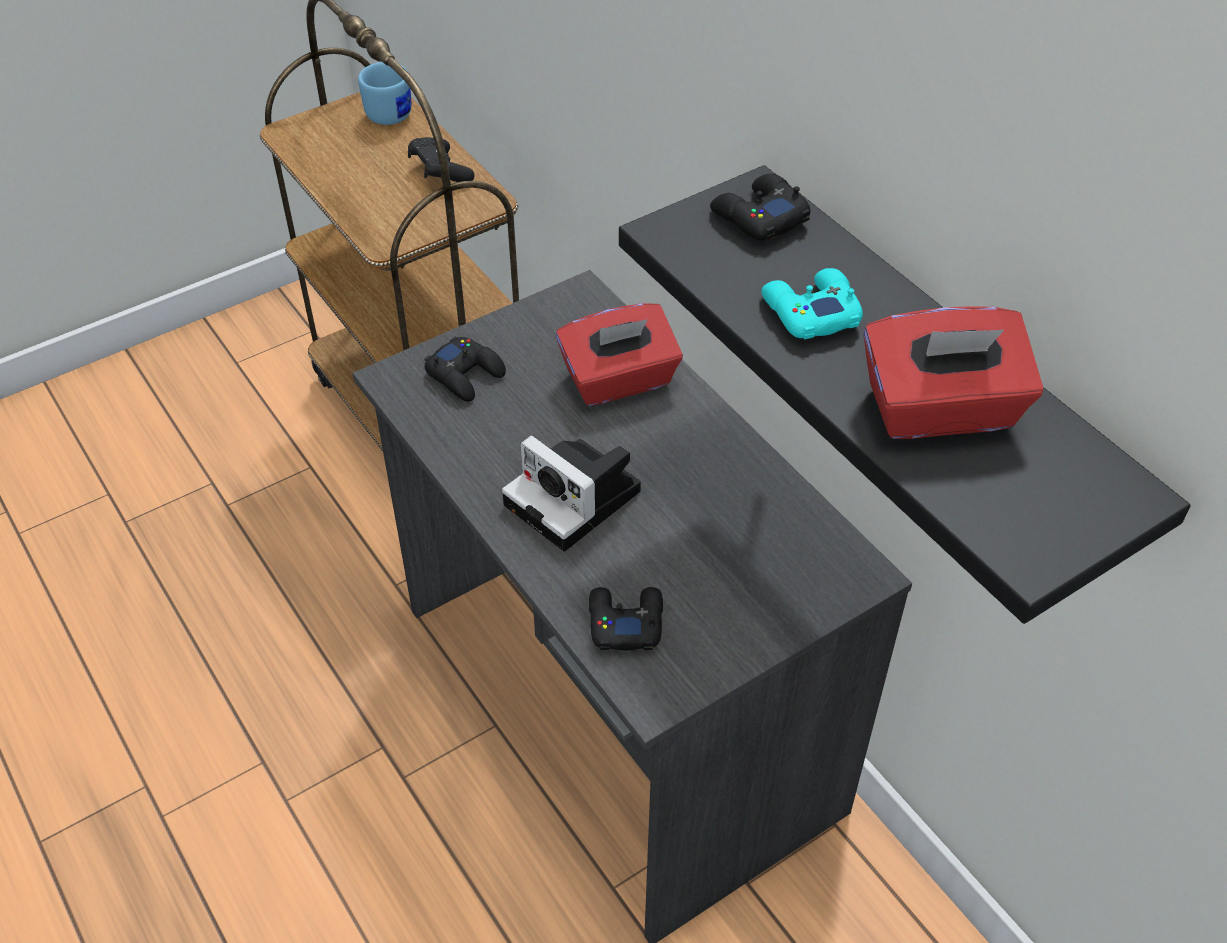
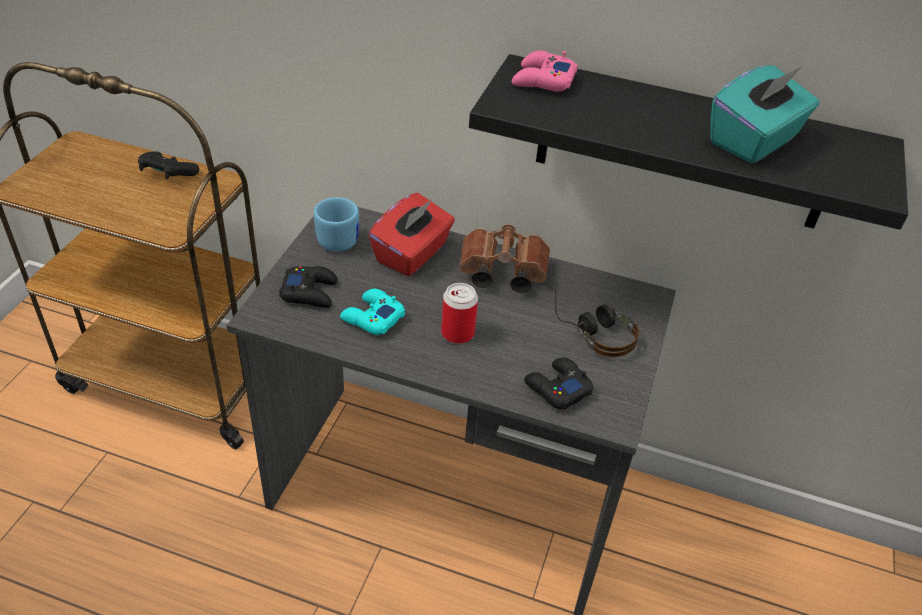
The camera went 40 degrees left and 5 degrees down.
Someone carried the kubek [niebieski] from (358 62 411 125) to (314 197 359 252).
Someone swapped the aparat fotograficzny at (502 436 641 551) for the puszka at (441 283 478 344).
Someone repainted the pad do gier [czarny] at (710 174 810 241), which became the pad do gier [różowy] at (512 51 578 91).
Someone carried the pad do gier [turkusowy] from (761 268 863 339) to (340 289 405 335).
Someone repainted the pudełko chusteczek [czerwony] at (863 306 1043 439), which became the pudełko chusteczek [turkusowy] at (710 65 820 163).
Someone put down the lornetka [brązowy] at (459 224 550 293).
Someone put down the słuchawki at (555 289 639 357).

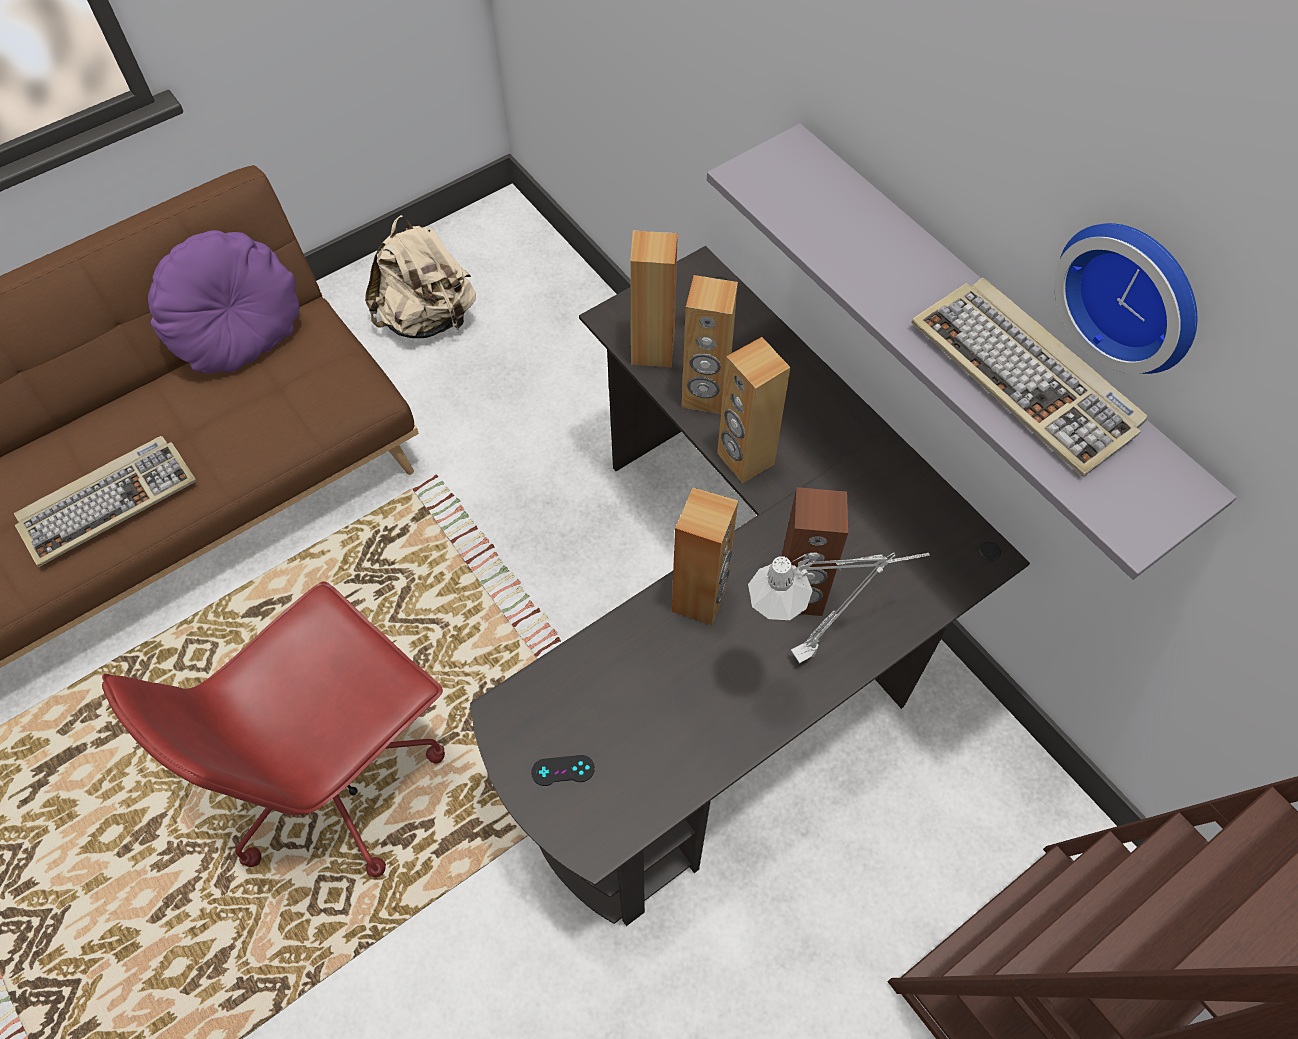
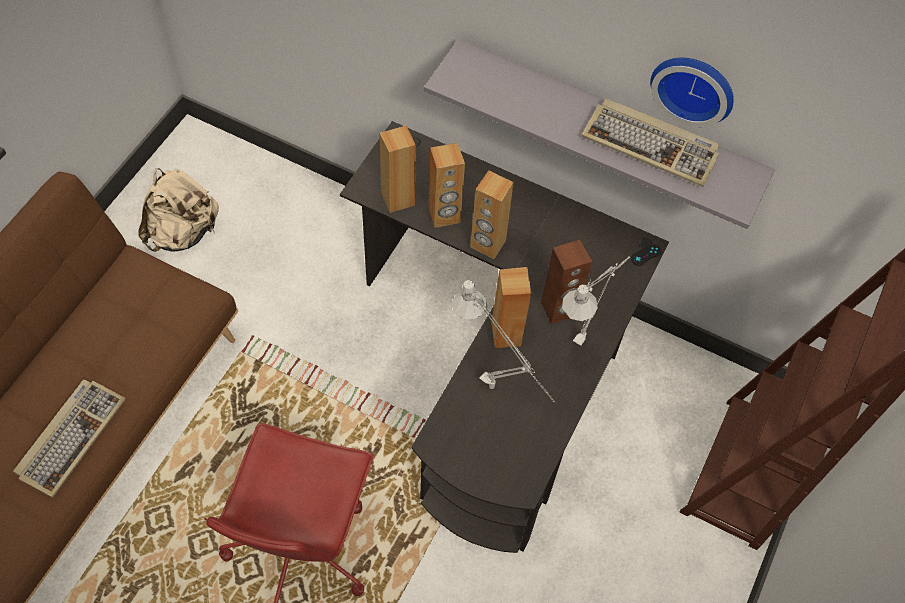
The camera went 30 degrees left and 0 degrees up.
Someone took away the poduszka [fioletowy] at (148 230 299 373).
Someone carried the pad do gier [czarny] from (531 755 595 786) to (631 244 661 266).
Someone put down the lampa stołowa [szary] at (451 280 555 402).

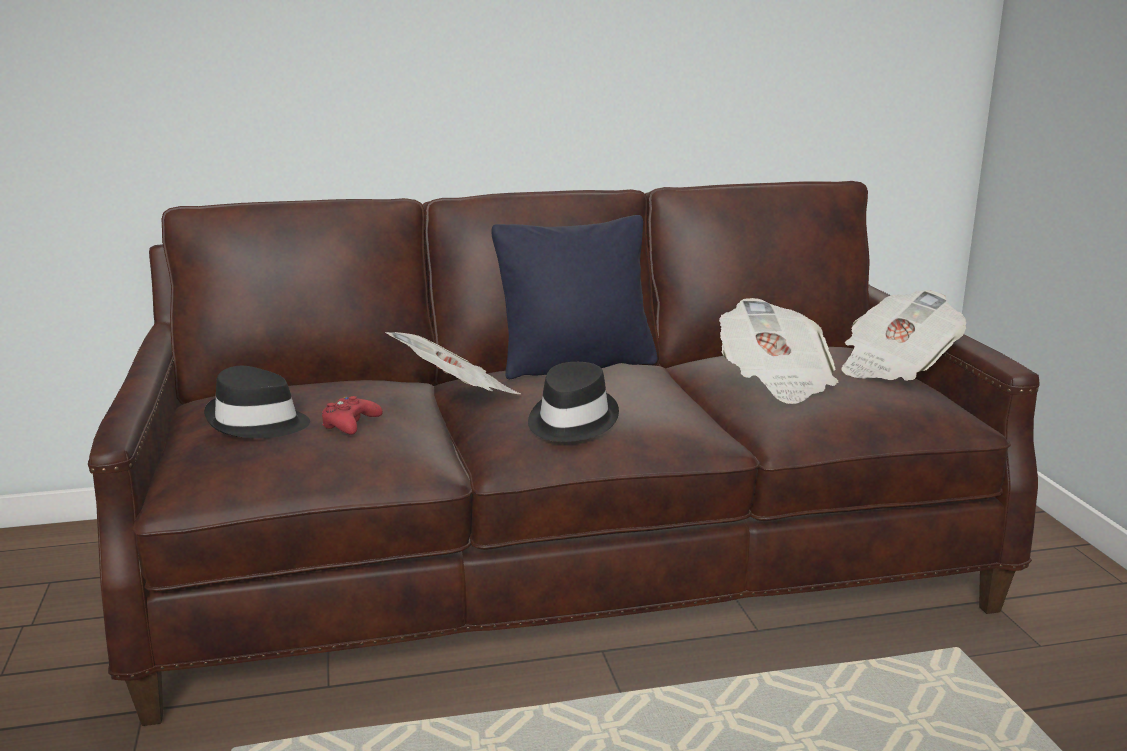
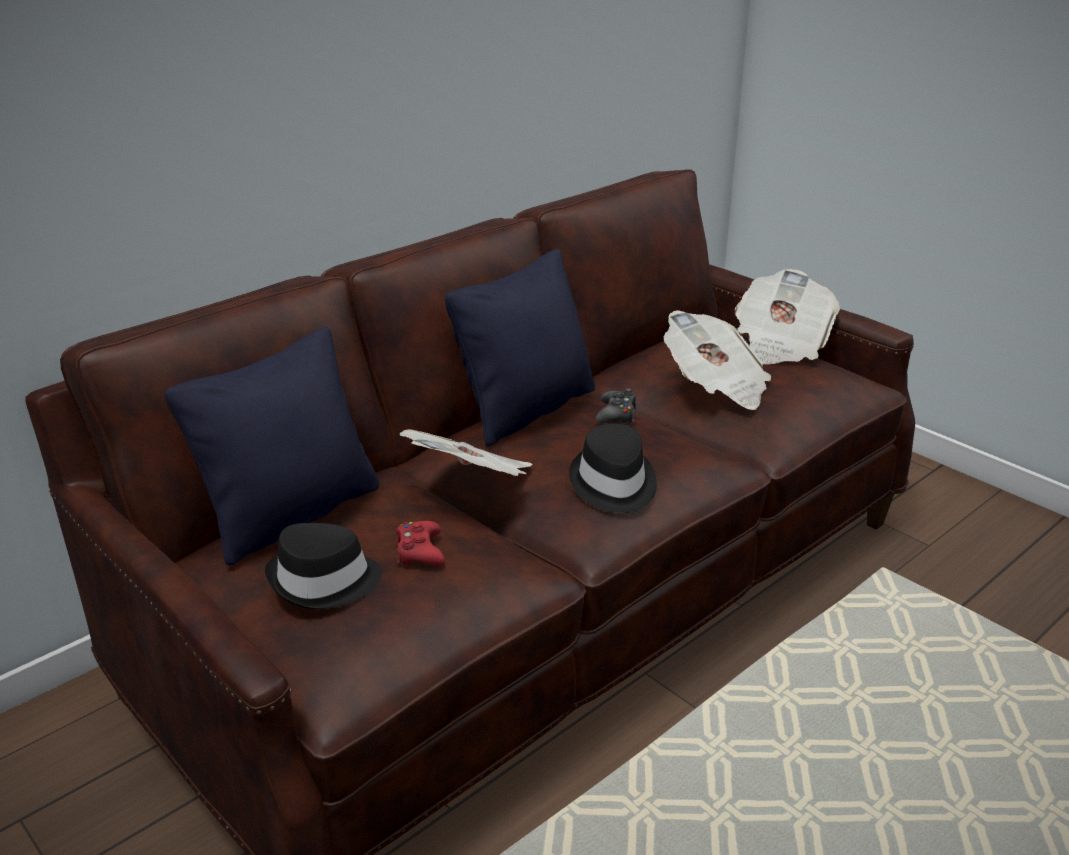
The camera went 30 degrees left and 10 degrees up.
Someone put down the poduszka [czarny] at (165 327 379 566).
Someone put down the pad do gier [czarny] at (595 388 637 424).

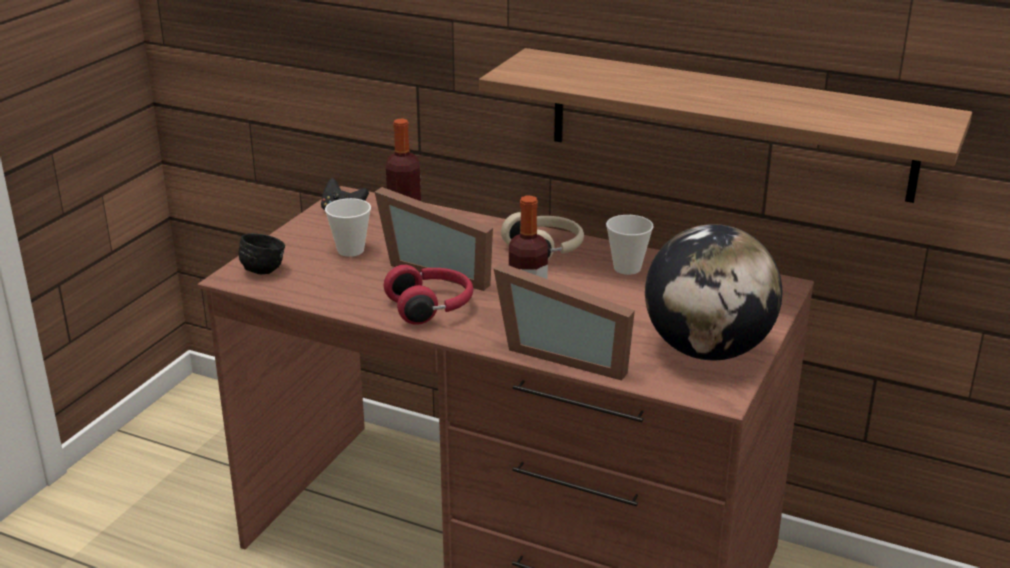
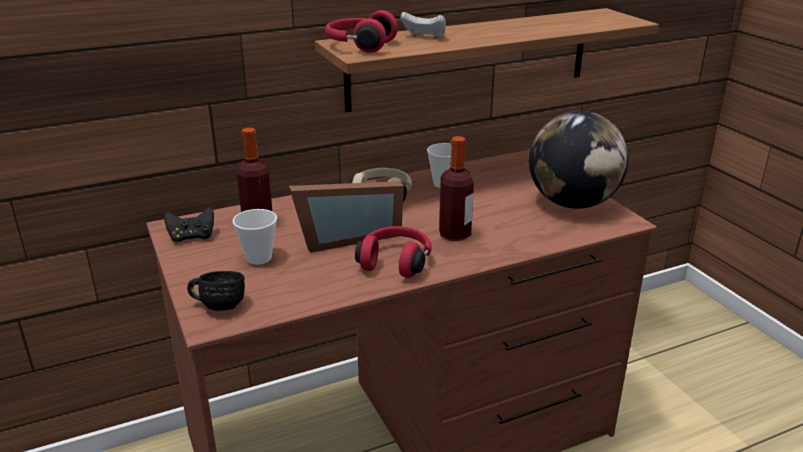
The camera went 50 degrees left and 0 degrees up.
Someone took away the ramka na zdjęcie at (494 263 635 381).
Someone put down the słuchawki [czerwony] at (325 10 398 53).
Someone put down the pad do gier [biały] at (400 12 446 38).

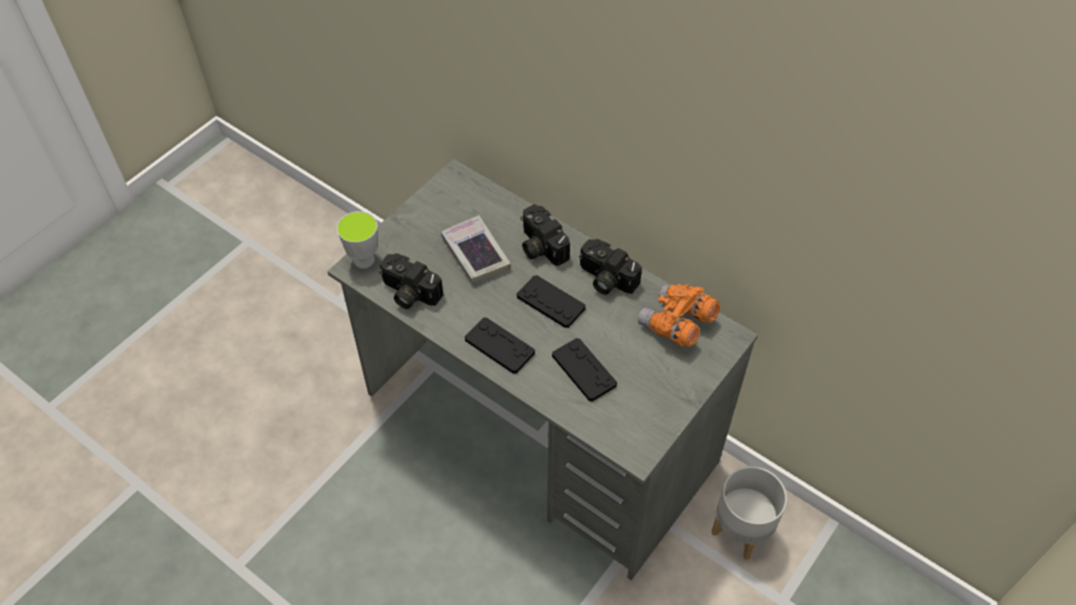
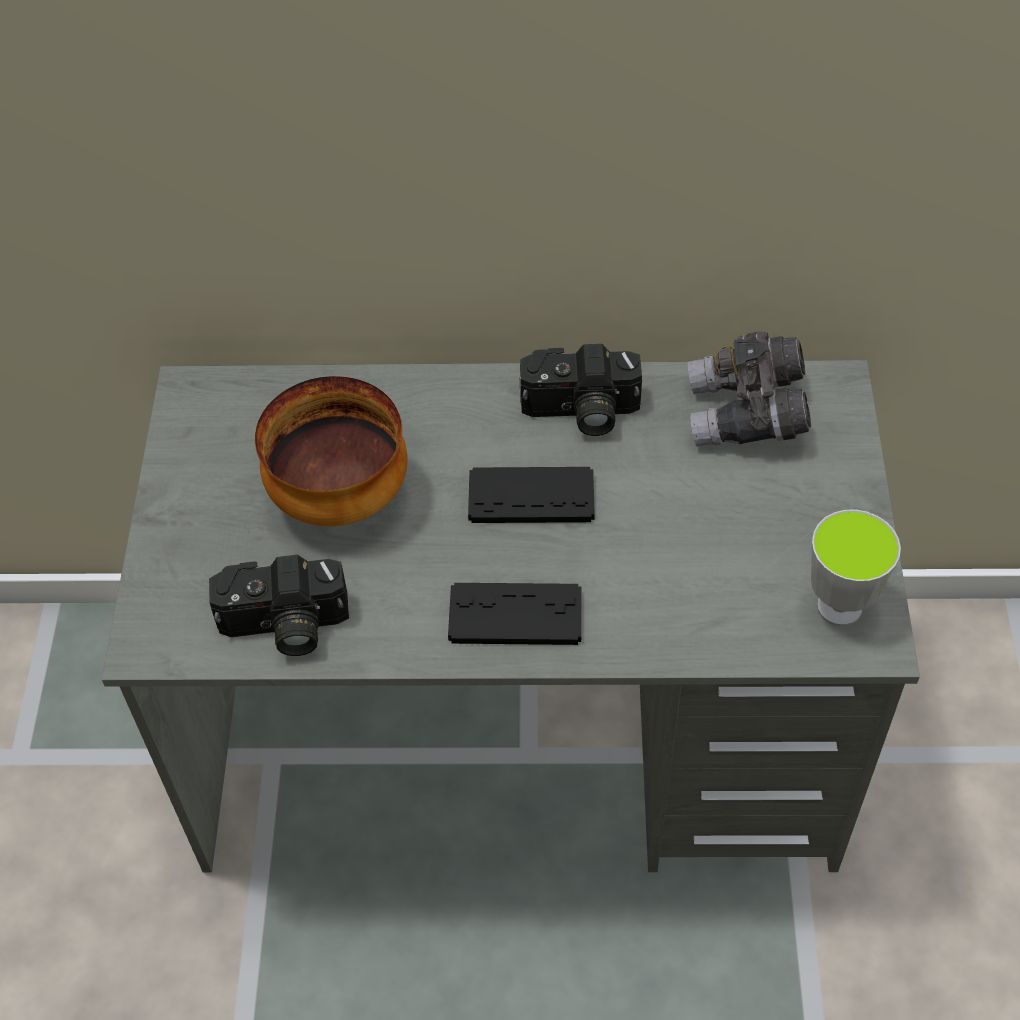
The camera went 35 degrees left and 0 degrees up.
Someone carried the filiżanka from (337 211 378 269) to (811 509 901 626).
Someone swapped the książka at (441 215 511 283) for the miska at (255 376 408 526).
Someone took away the aparat fotograficzny at (521 204 570 266).
Someone took away the pad do gier [czarny] at (552 338 617 401).
Someone repainted the lornetka [pomarańczowy] at (638 284 720 347), which became the lornetka [szary] at (688 331 811 447).
Someone took away the donica [szary] at (712 466 787 560).

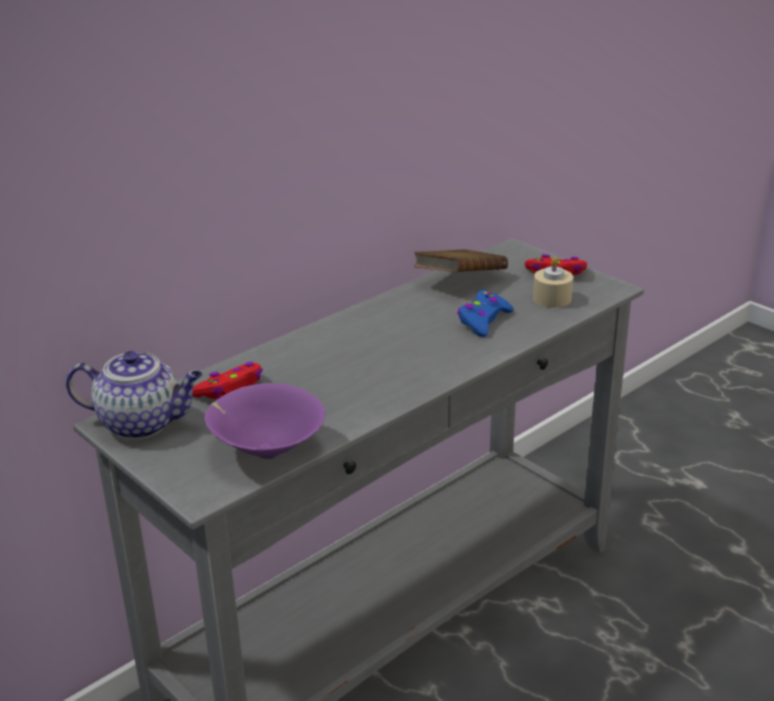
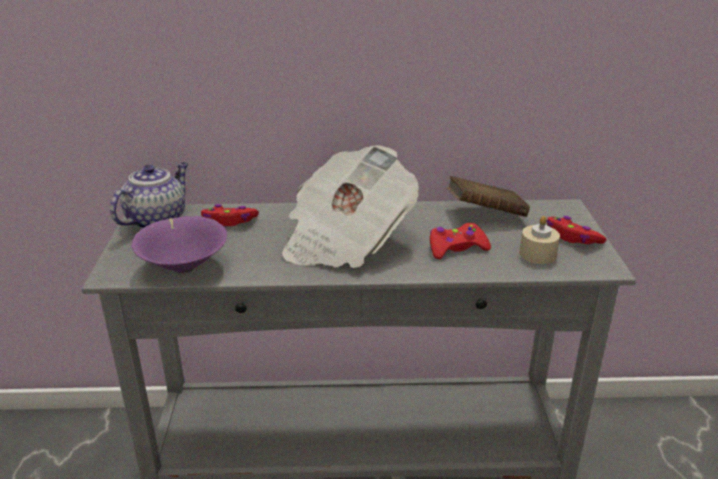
The camera went 40 degrees right and 0 degrees up.
Someone rotated the imbryk at (66 351 203 439) by 105 degrees counterclockwise.
Someone repainted the pad do gier [niebieski] at (457 290 514 337), which became the pad do gier [czerwony] at (430 223 491 259).
Someone put down the gazeta at (282 145 419 268).

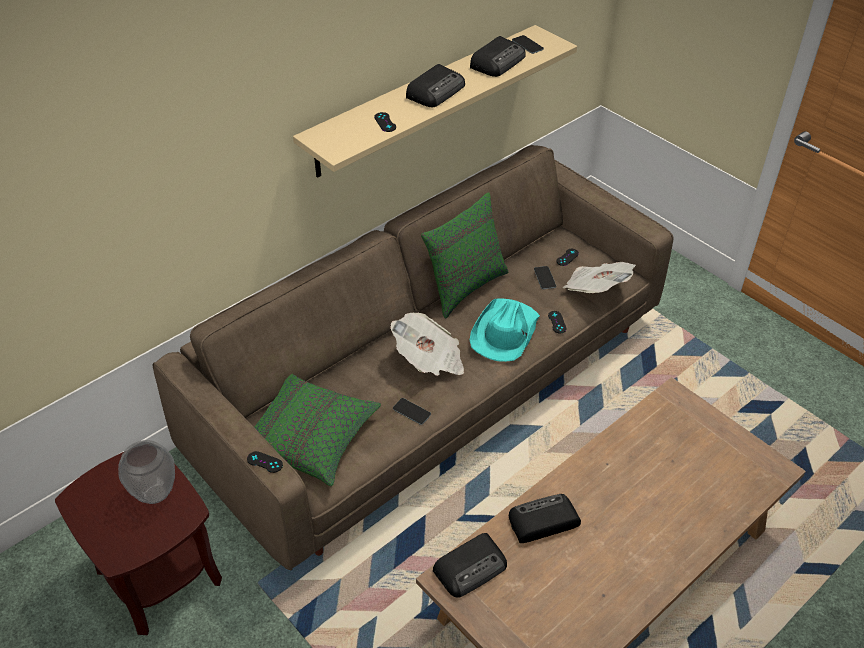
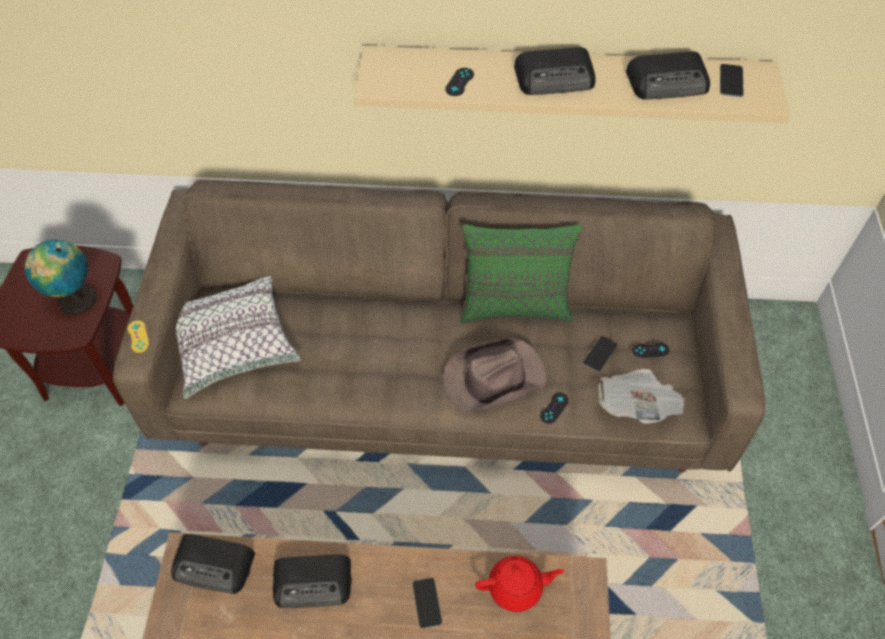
The camera went 45 degrees right and 10 degrees up.
Someone swapped the wazon at (118 440 175 504) for the globus at (25 240 97 315).
Someone repainted the pad do gier [czarny] at (247 451 283 473), which became the pad do gier [żółty] at (127 320 149 353).
Someone repainted the poduszka [zielony] at (254 374 381 486), which became the poduszka [biały] at (176 277 301 398).
Someone took away the gazeta at (391 313 464 376).
Someone carried the telefon from (393 398 431 425) to (413 578 442 629).
Someone repainted the kapelusz [turkusowy] at (470 299 540 362), which became the kapelusz [brązowy] at (443 338 547 413).
Someone rotated the radio at (509 494 581 543) by 150 degrees clockwise.
Someone put down the imbryk [czerwony] at (475 556 565 612).

